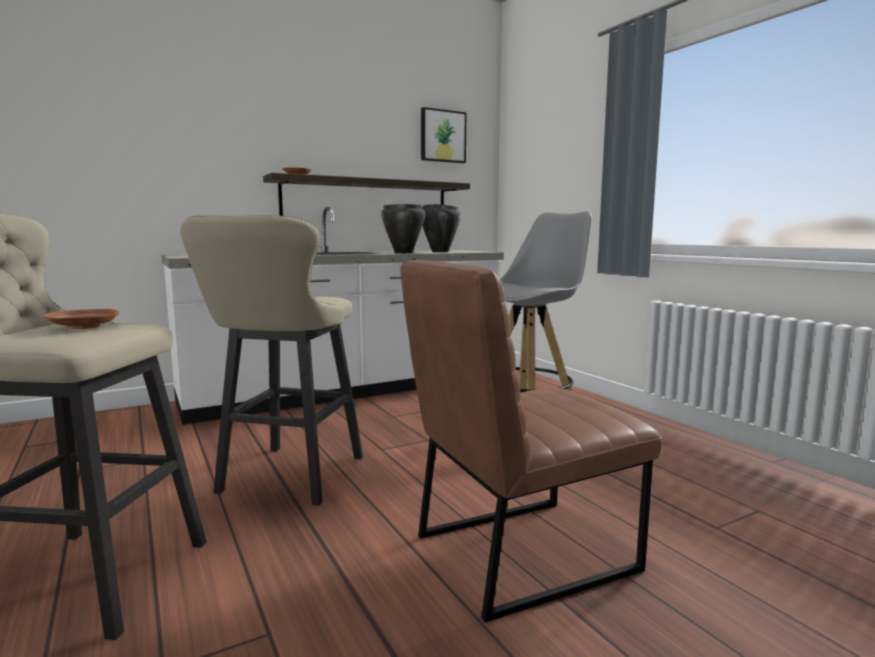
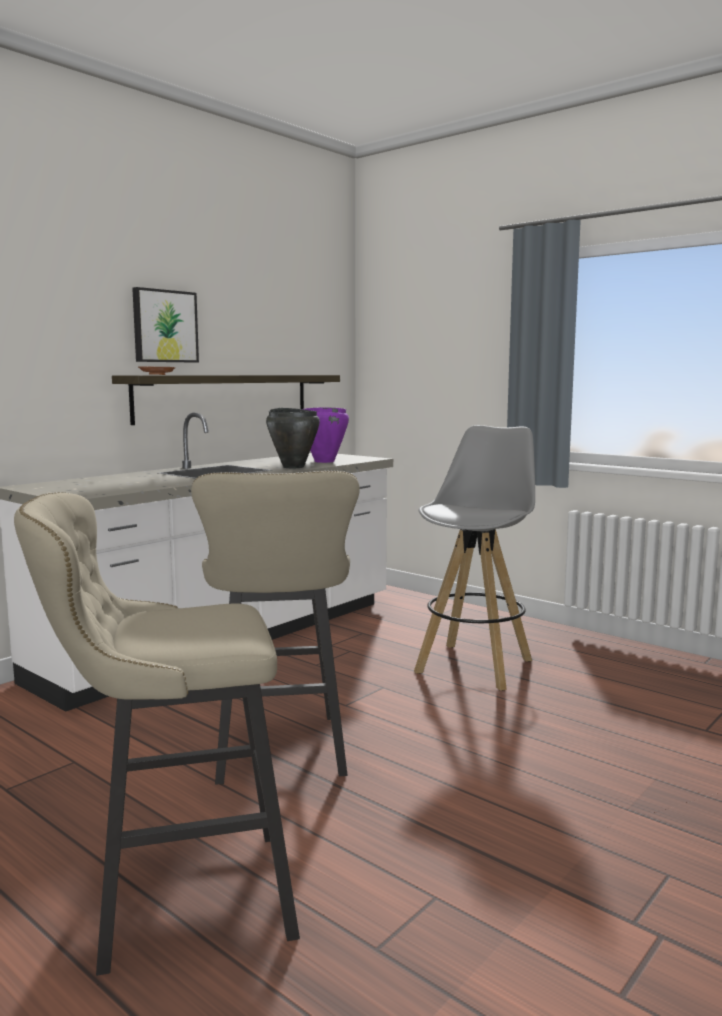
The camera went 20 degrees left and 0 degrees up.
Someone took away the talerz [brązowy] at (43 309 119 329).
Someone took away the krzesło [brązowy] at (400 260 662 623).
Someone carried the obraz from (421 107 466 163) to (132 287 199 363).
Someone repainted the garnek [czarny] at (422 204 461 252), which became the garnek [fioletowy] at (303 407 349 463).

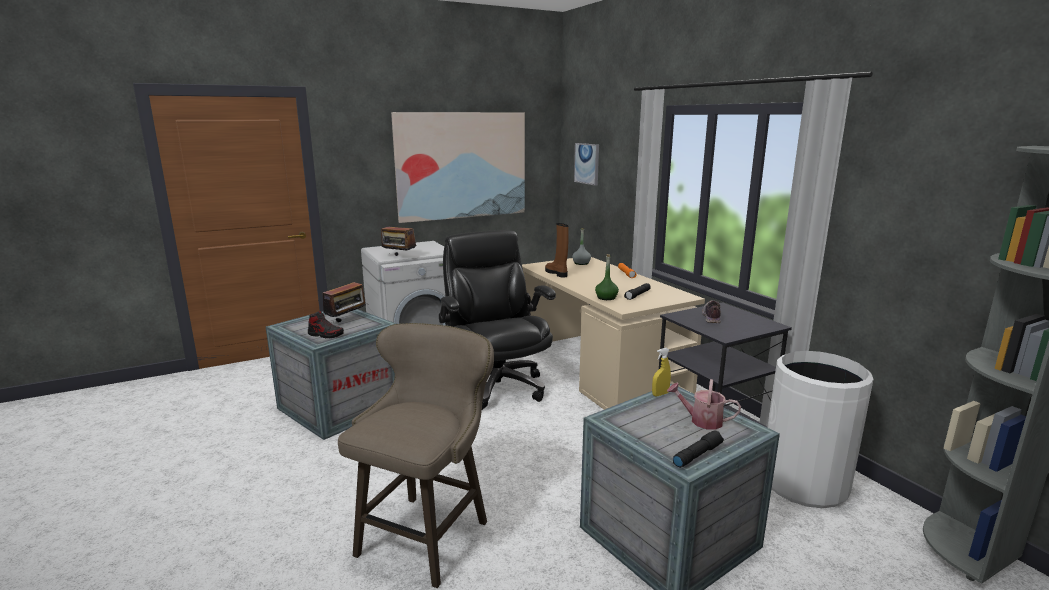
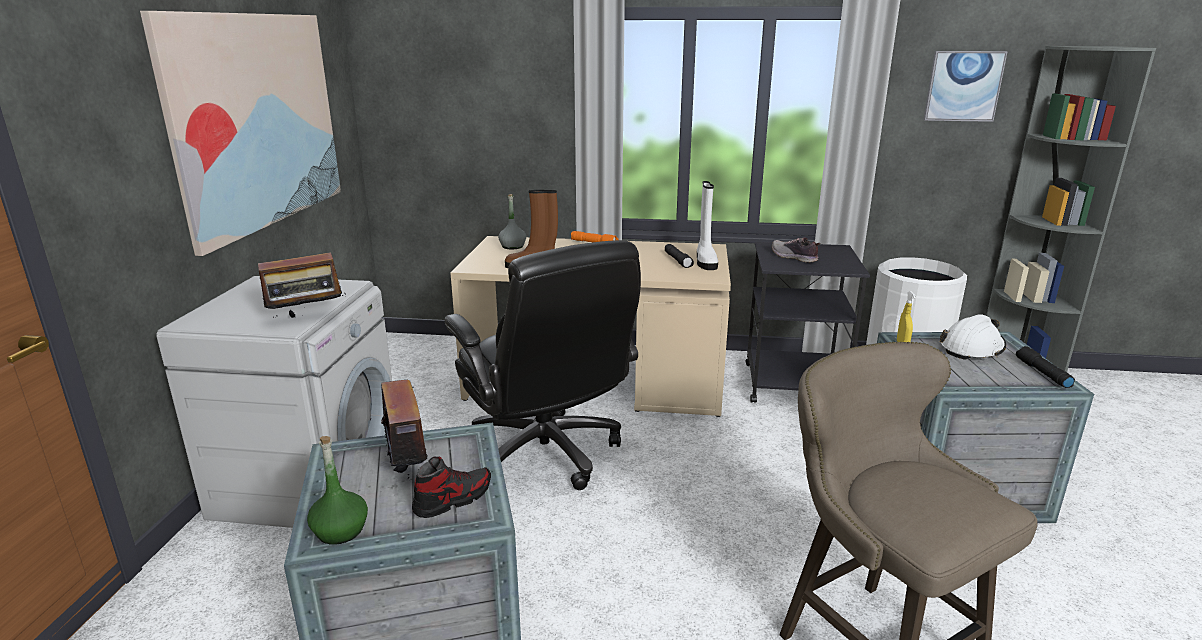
The camera went 55 degrees left and 5 degrees up.
Someone rotated the krzesło biurowe [czarny] at (439 230 556 410) by 135 degrees counterclockwise.
Someone carried the obraz from (574 143 599 186) to (923 51 1008 122).
Someone carried the butelka [zielony] from (595 254 619 300) to (307 436 368 545).
Someone swapped the konewka at (667 379 741 430) for the kask [biały] at (940 314 1006 360).
Someone put down the but z cholewką [biały] at (697 181 718 270).

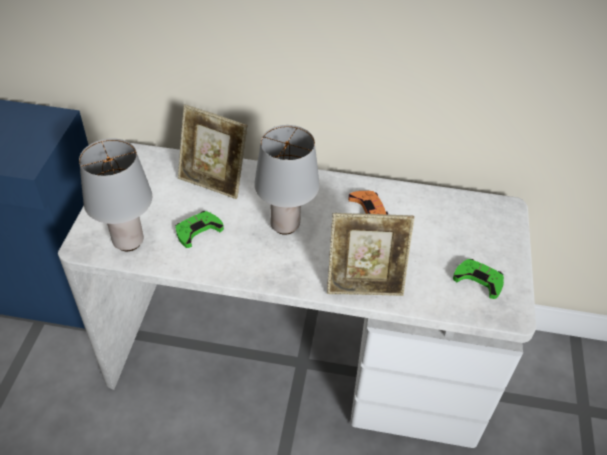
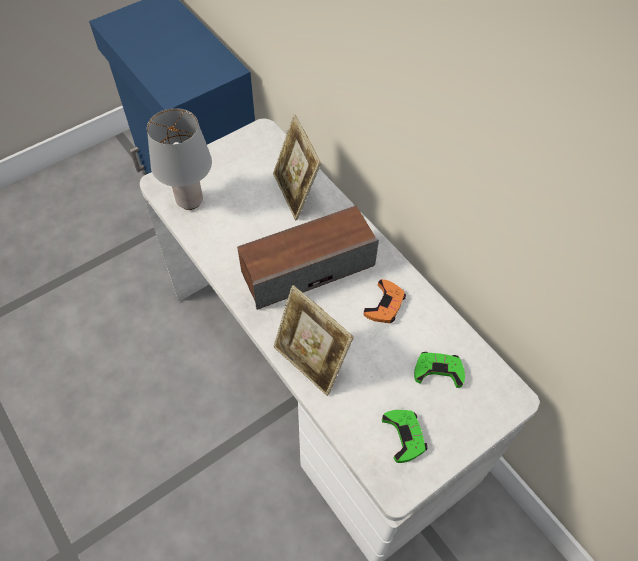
The camera went 45 degrees right and 10 degrees up.
Someone carried the pad do gier [zielony] from (175 211 224 248) to (414 352 465 388).
Someone swapped the lampa stołowa [szary] at (254 125 320 235) for the głośnik at (237 205 379 310).

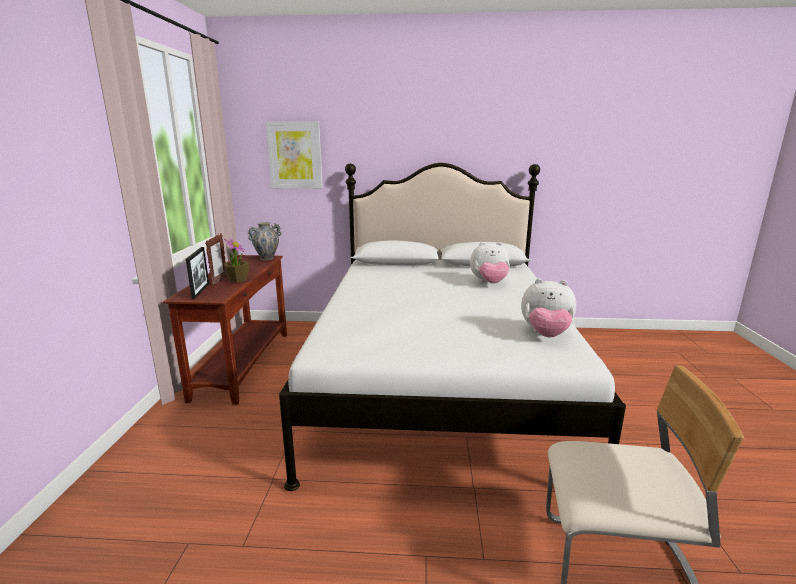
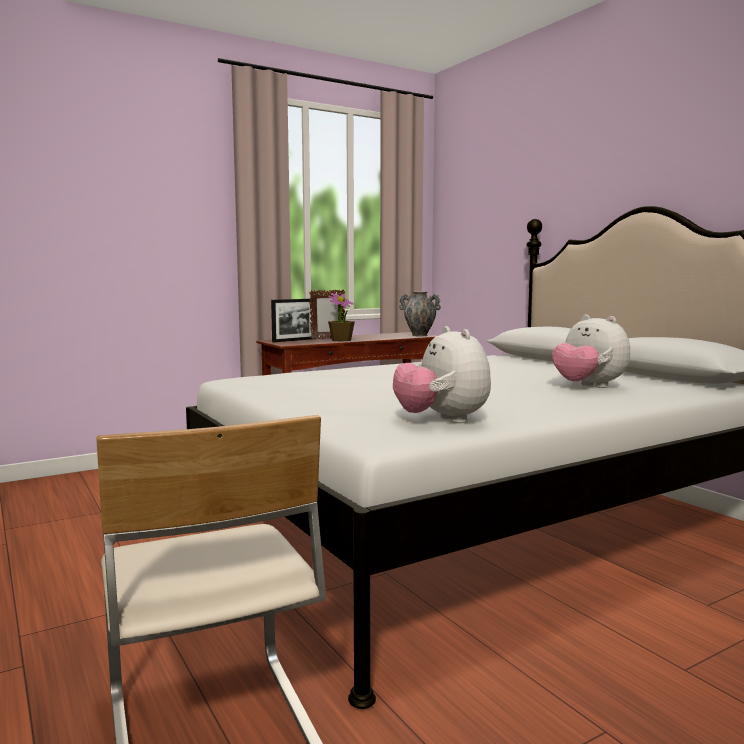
The camera went 55 degrees right and 10 degrees down.
Someone took away the obraz at (266 121 323 189).

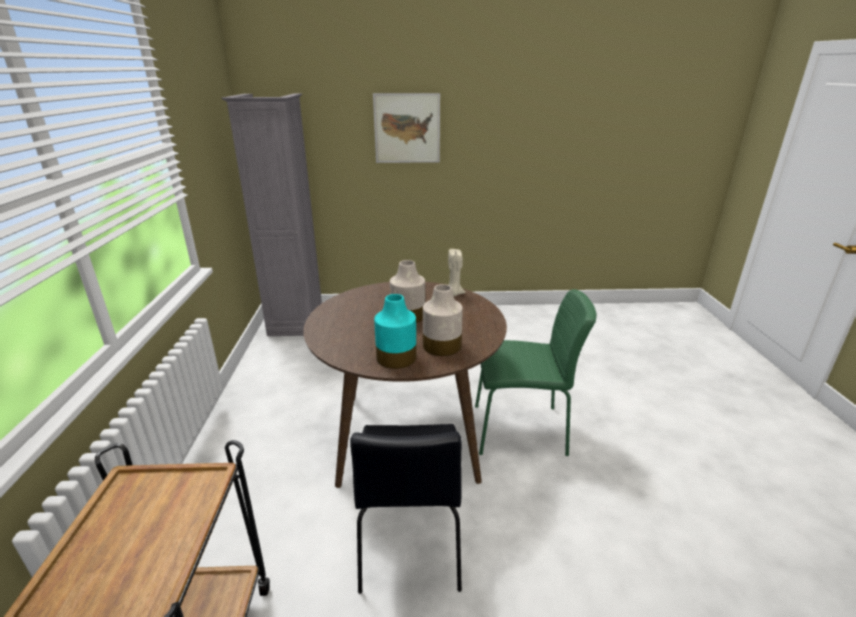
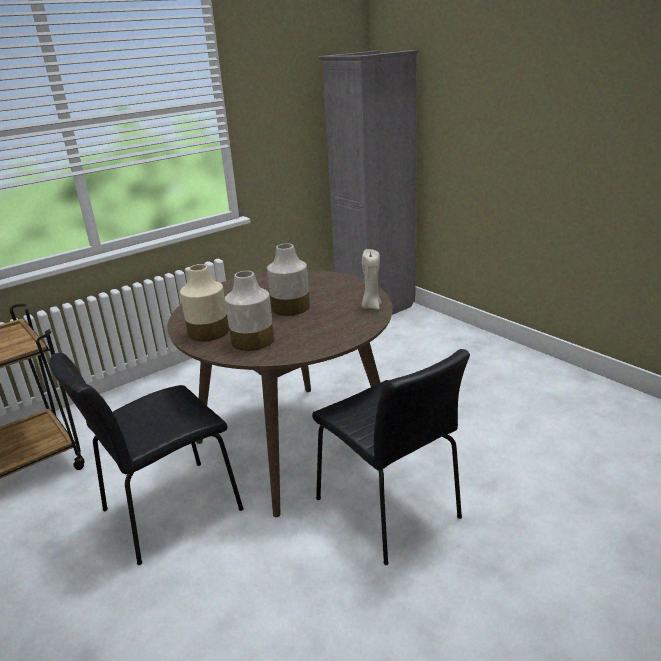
The camera went 55 degrees right and 0 degrees up.
Someone took away the obraz at (373 93 440 163).
Someone repainted the wazon [turkusowy] at (374 294 417 369), which became the wazon [beżowy] at (180 264 229 341).
Someone repainted the krzesło [zielony] at (475 289 597 456), which became the krzesło [czarny] at (312 349 470 565).

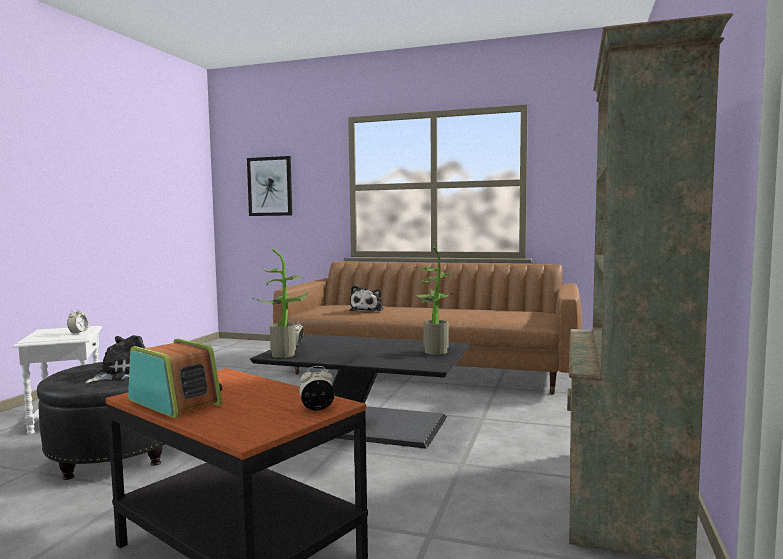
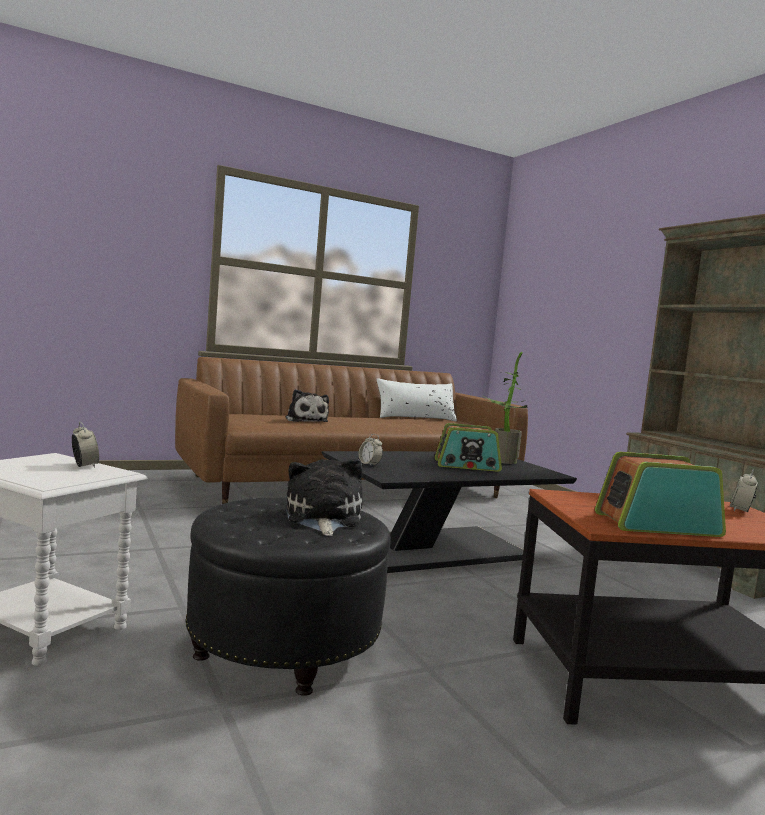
The camera went 45 degrees left and 0 degrees up.
Someone took away the obraz at (247 156 292 216).
Someone took away the roślina doniczkowa at (252 248 309 358).
Someone put down the poduszka [biały] at (377 378 457 422).
Someone put down the radio at (435 423 502 472).

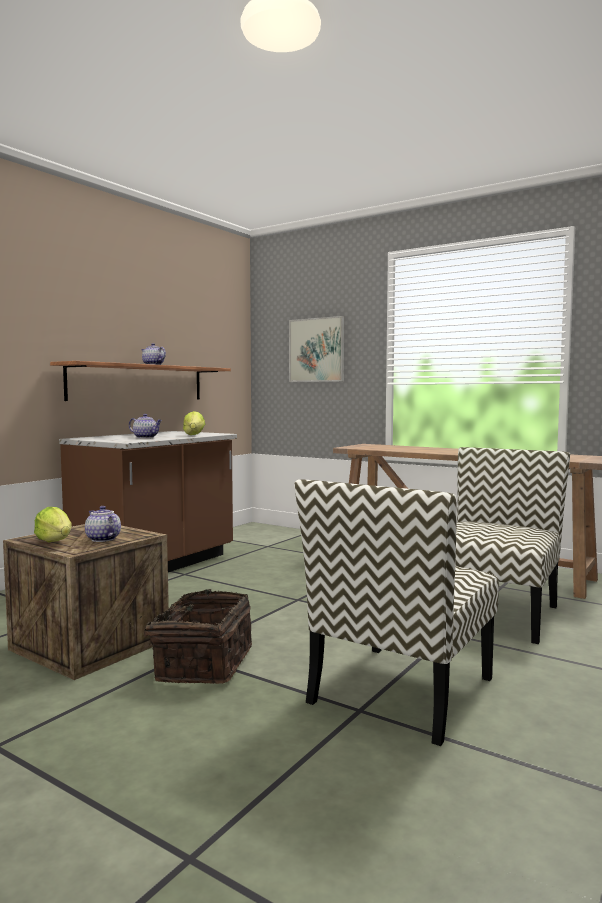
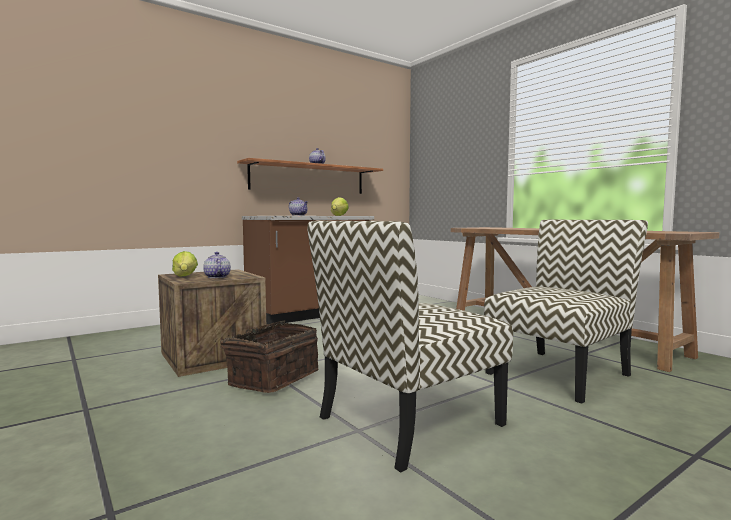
The camera went 20 degrees right and 0 degrees up.
Someone took away the obraz at (289 316 344 382).

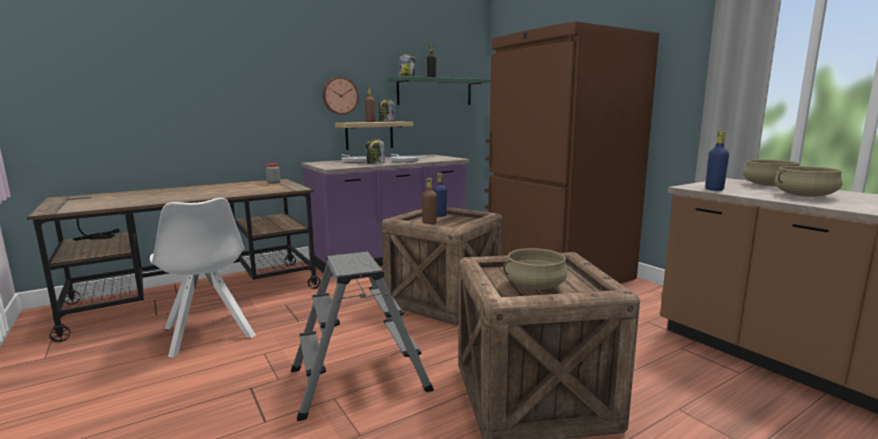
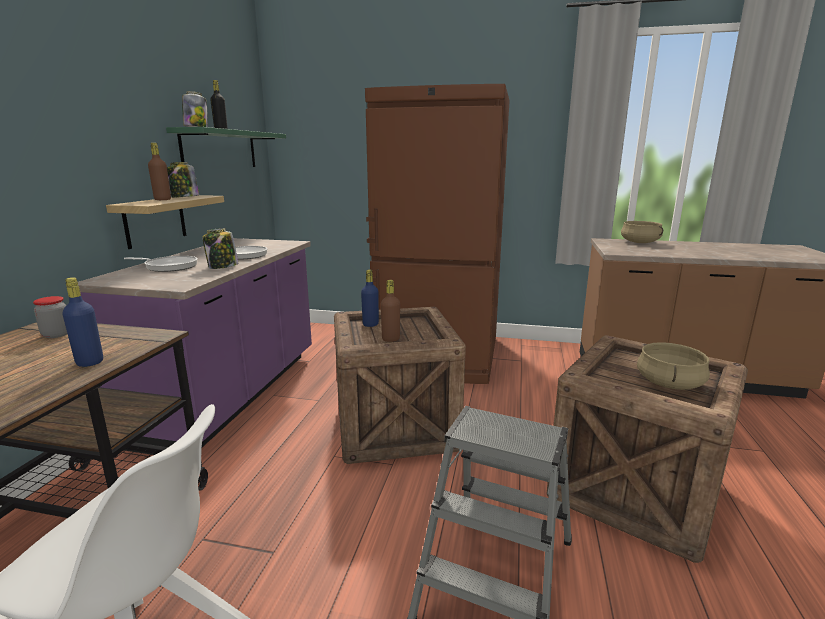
The camera went 45 degrees left and 5 degrees up.
Someone took away the zegar ścienny at (322 77 359 115).
Someone carried the butelka [niebieski] from (705 131 729 191) to (62 277 103 367).
Someone took away the garnek [beżowy] at (775 166 842 197).

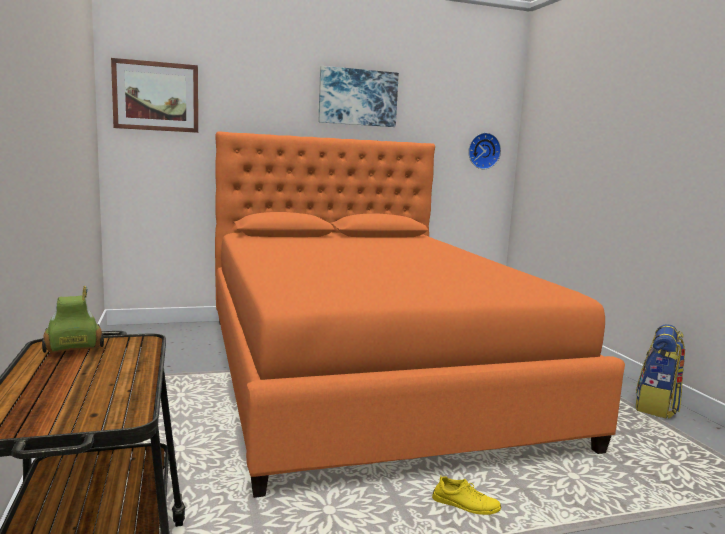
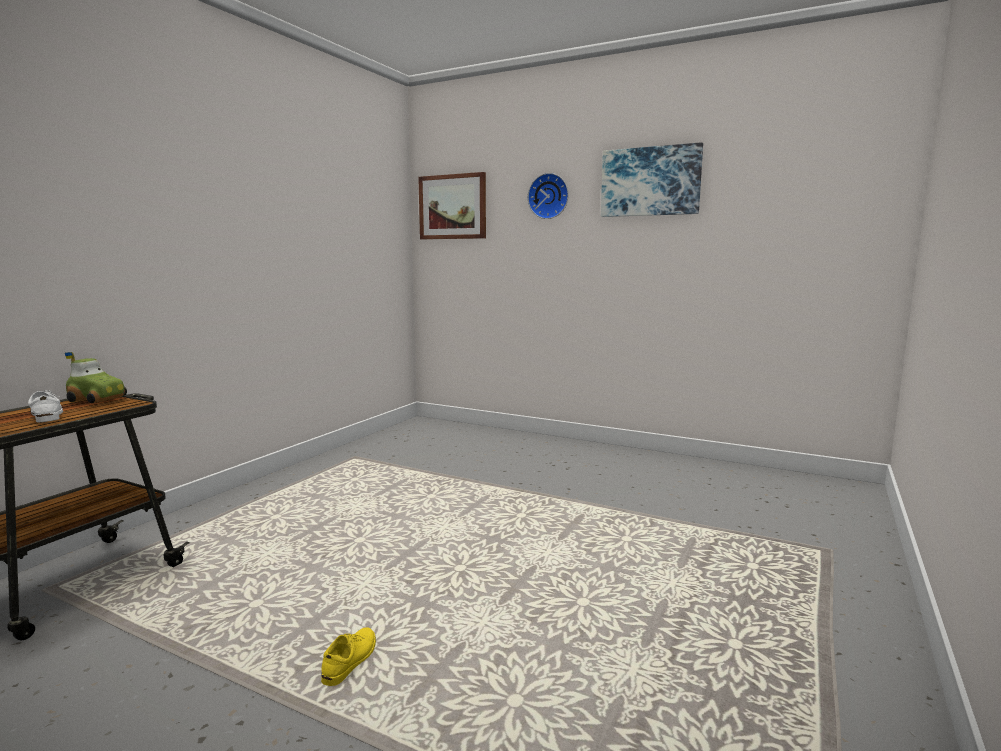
The camera went 45 degrees right and 0 degrees up.
Someone rotated the samochodzik at (42 286 104 353) by 90 degrees clockwise.
Someone took away the łóżko [pomarańczowy] at (215 132 625 498).
Someone rotated the but [żółty] at (432 476 501 515) by 135 degrees counterclockwise.
Someone carried the zegar ścienny from (468 133 501 169) to (528 173 569 219).
Someone took away the plecak at (636 324 685 419).
Someone put down the but [biały] at (28 390 63 422).

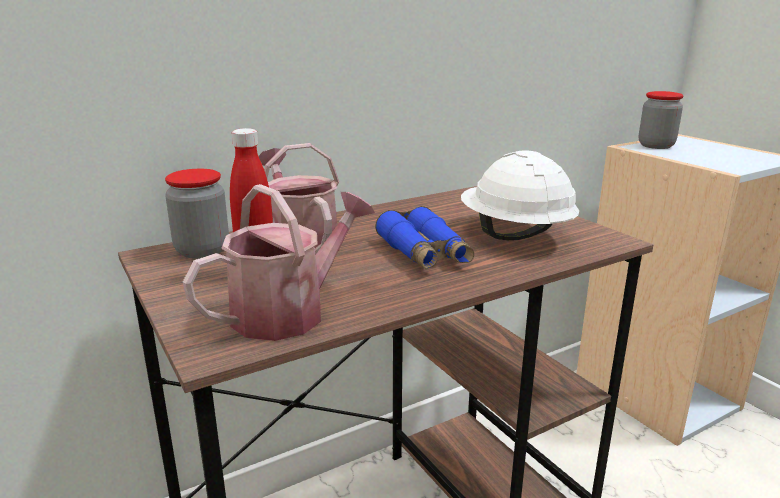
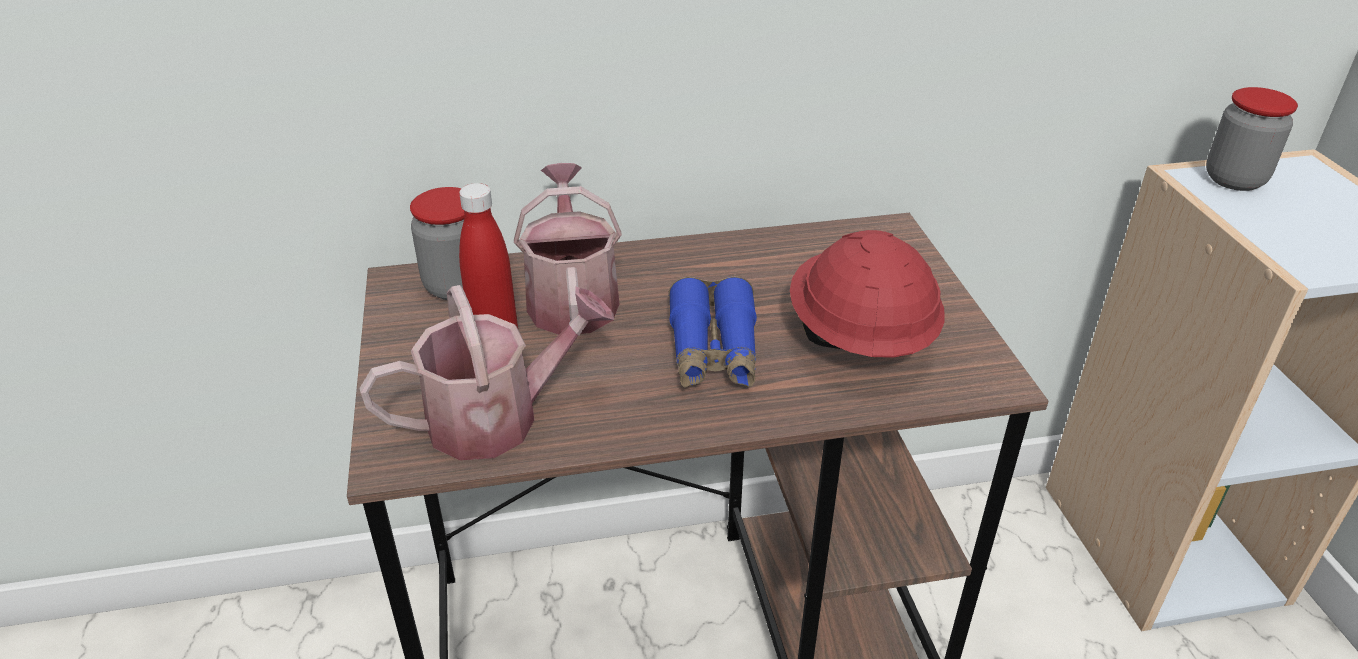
The camera went 20 degrees right and 15 degrees up.
Someone repainted the kask [biały] at (461 150 579 240), which became the kask [czerwony] at (790 230 945 358).

